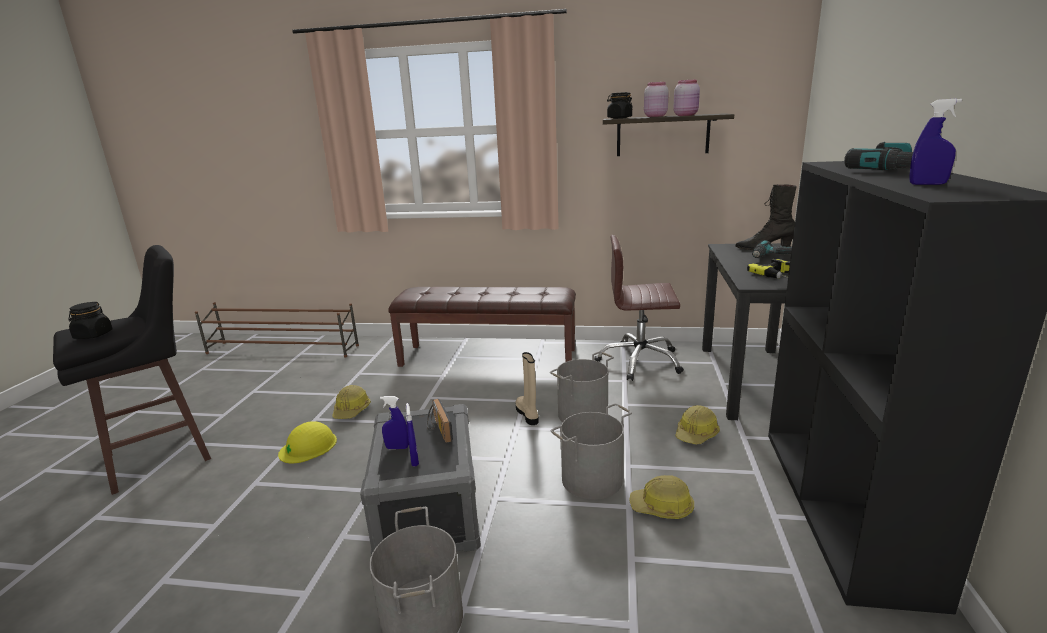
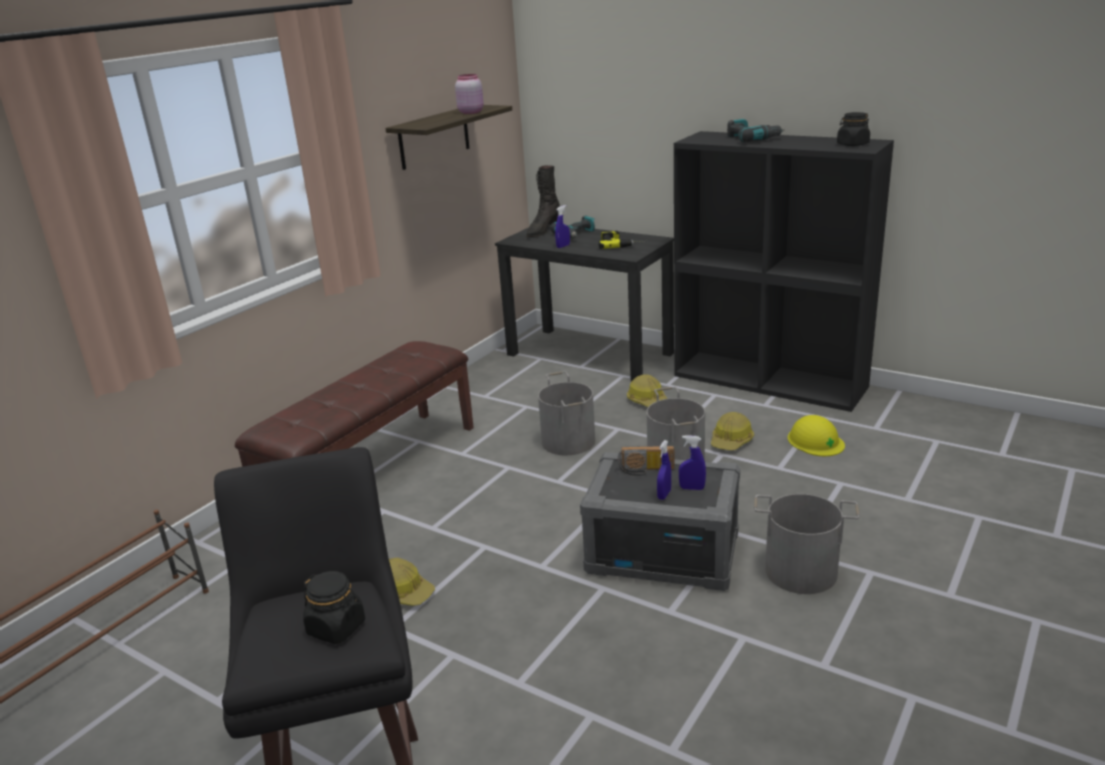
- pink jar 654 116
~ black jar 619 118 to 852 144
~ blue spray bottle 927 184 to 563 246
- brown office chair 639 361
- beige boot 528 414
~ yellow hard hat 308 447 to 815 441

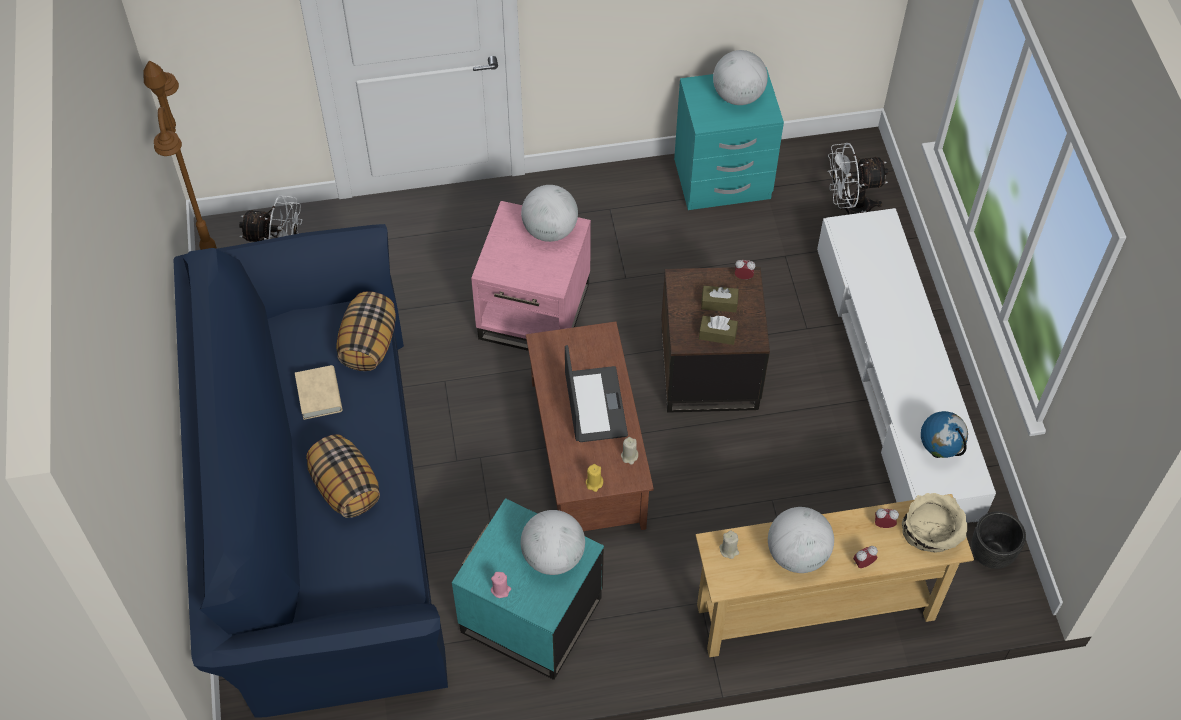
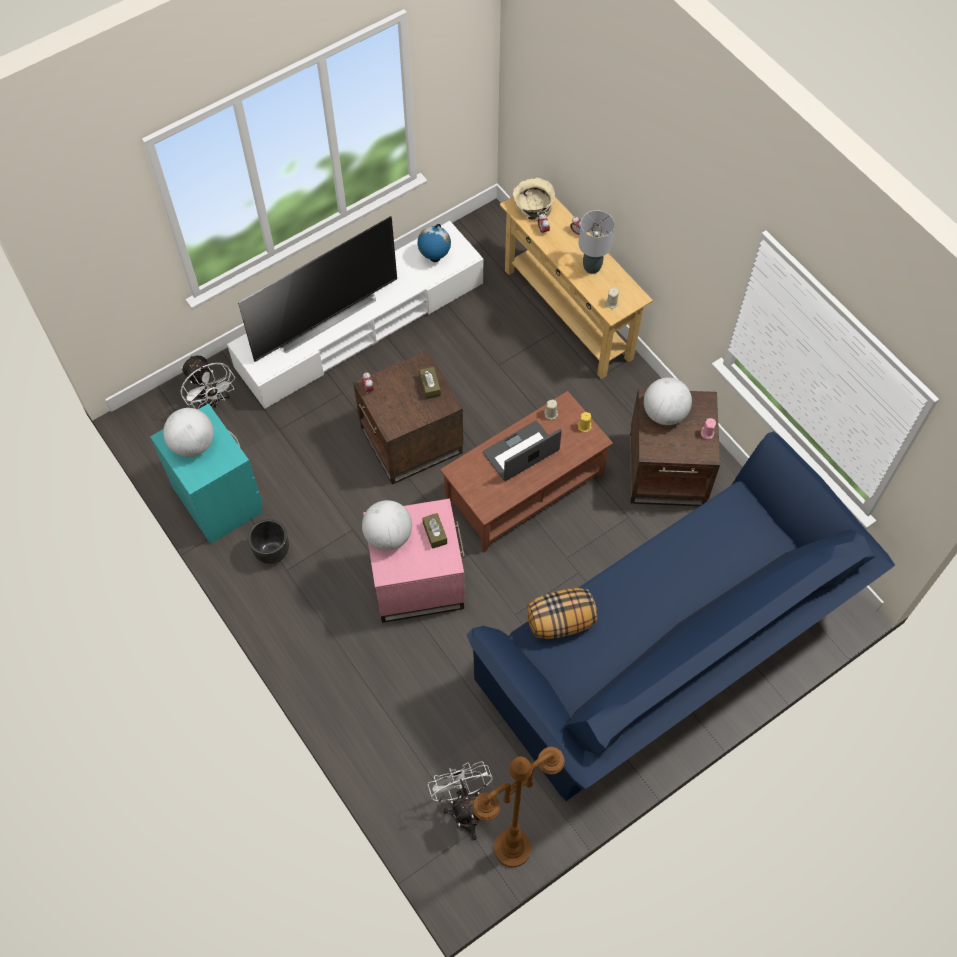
~ brown tissue box 719 303 to 435 533
- beige book 319 395
- pillow 345 488
~ turquoise side table 530 616 to brown side table 667 470
~ globe 797 554 to grey table lamp 592 267
~ black planter 990 553 to 272 552
+ television 323 317

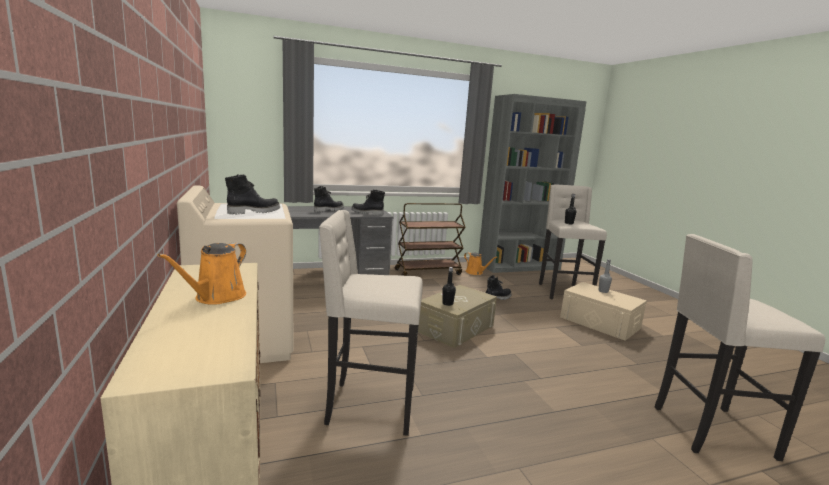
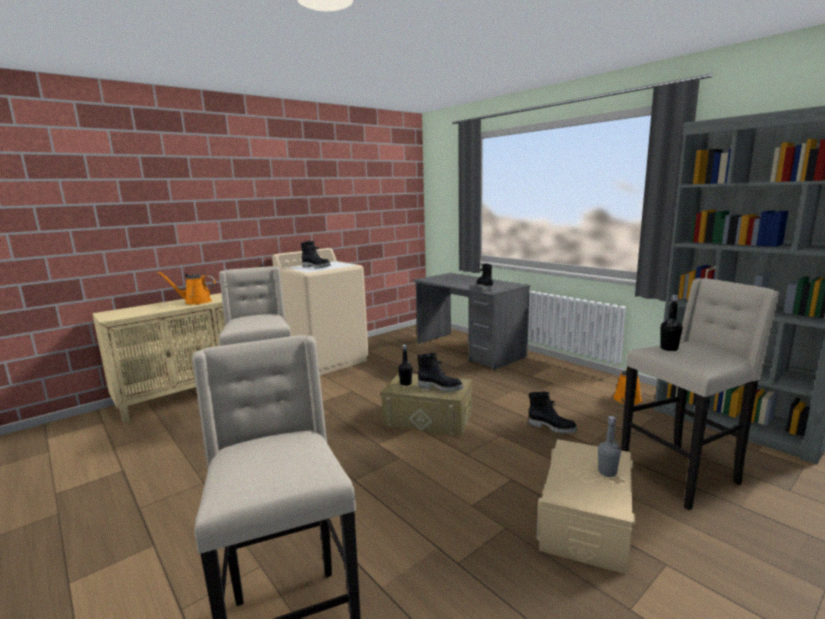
~ black boot 328 210 to 440 387
- brown cart 428 272

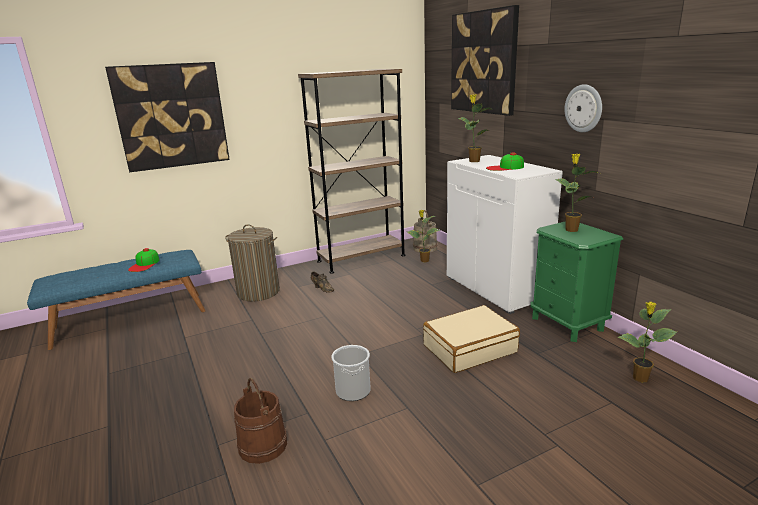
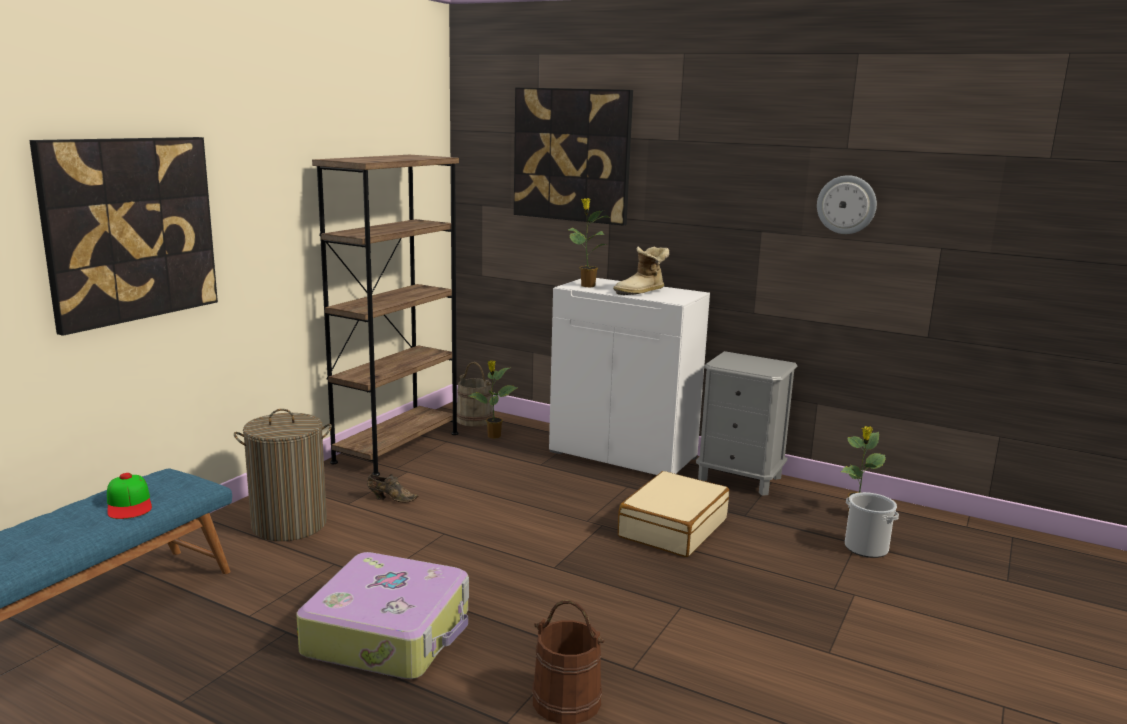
~ wall clock 583 108 to 846 204
~ cap 505 167 to boot 642 292
- potted plant 571 229
~ green nightstand 567 323 to grey nightstand 740 478
~ bucket 353 391 to 866 548
+ suitcase 390 633

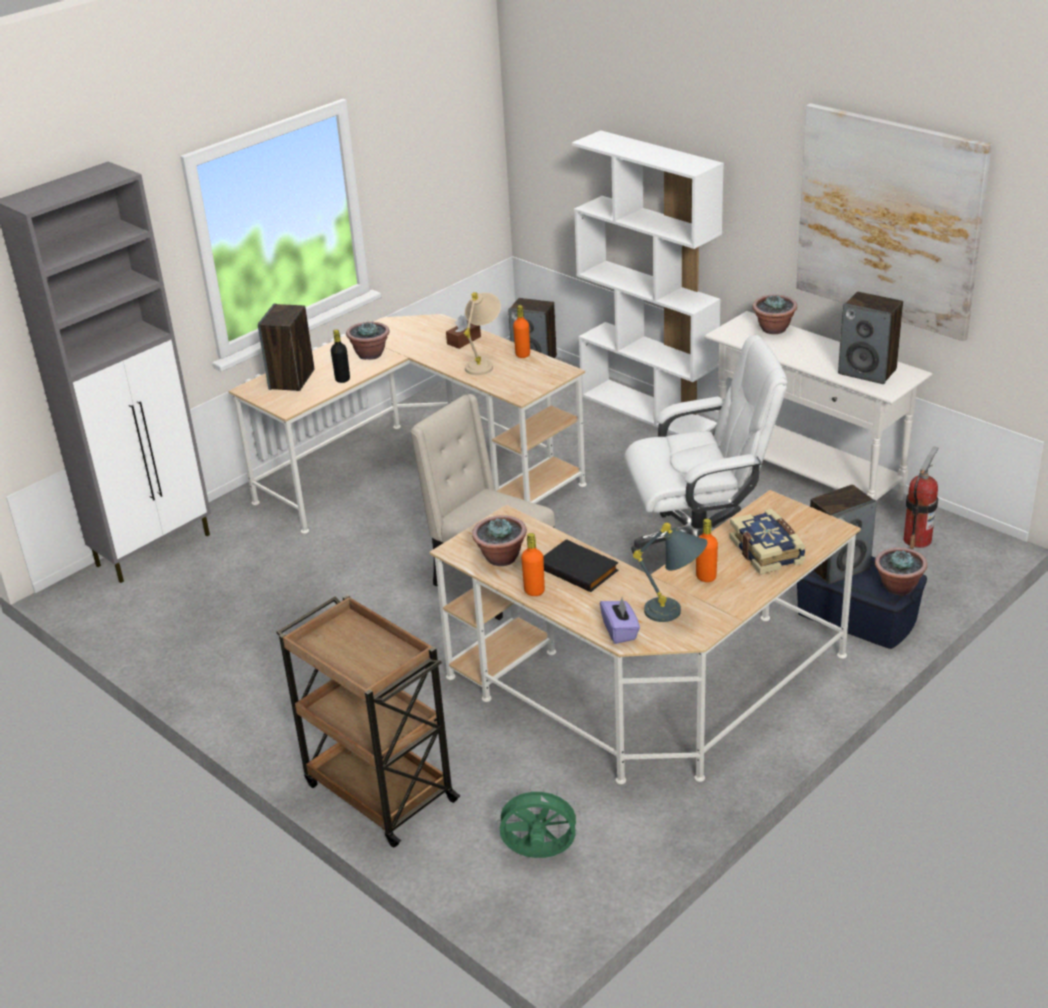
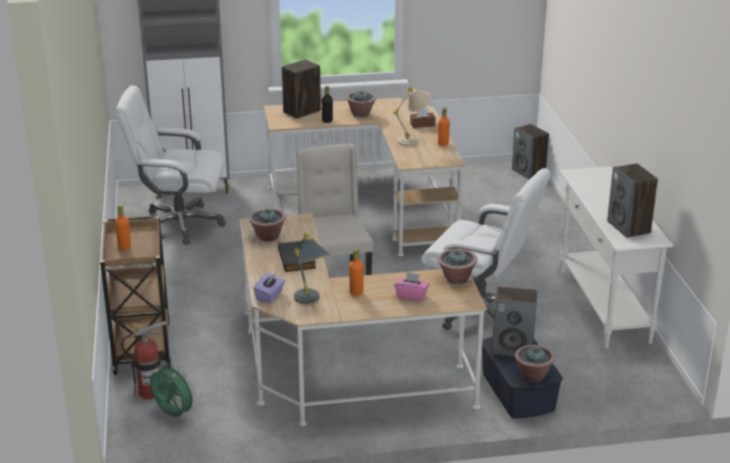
- picture 888 220
- white bookcase 649 410
~ potted plant 773 329 to 456 279
~ fire extinguisher 917 539 to 150 392
~ book 768 551 to pink tissue box 411 295
~ orange bottle 534 591 to 124 247
+ white office chair 179 224

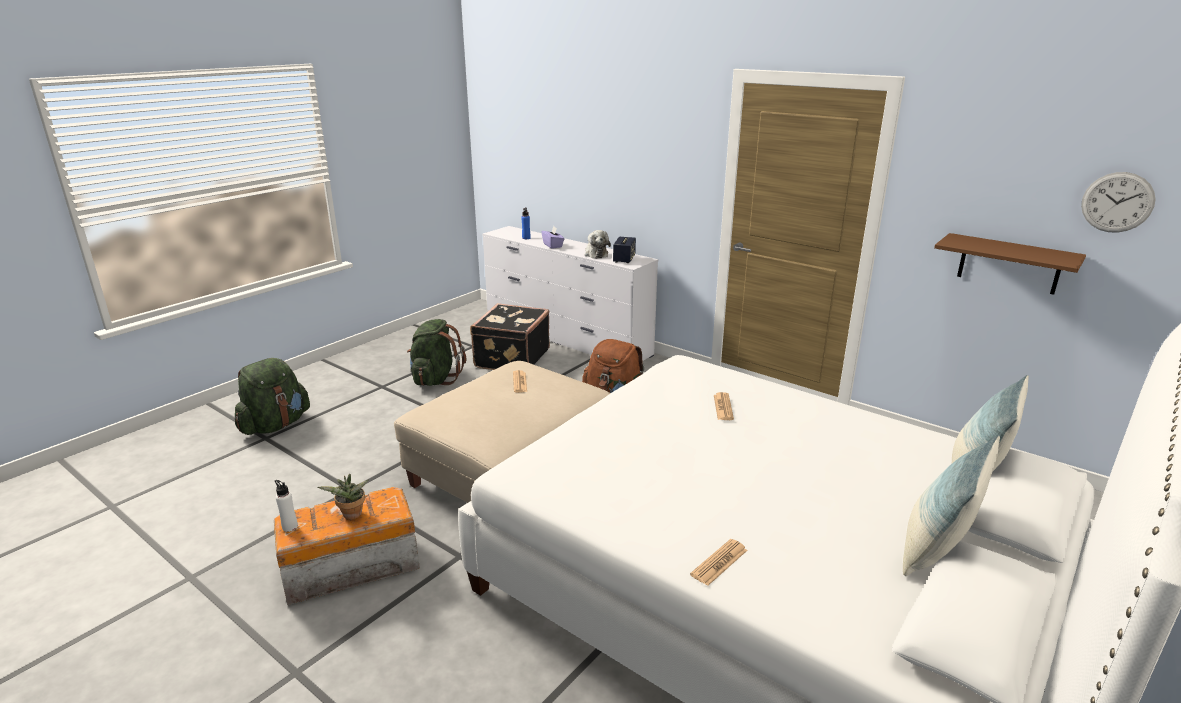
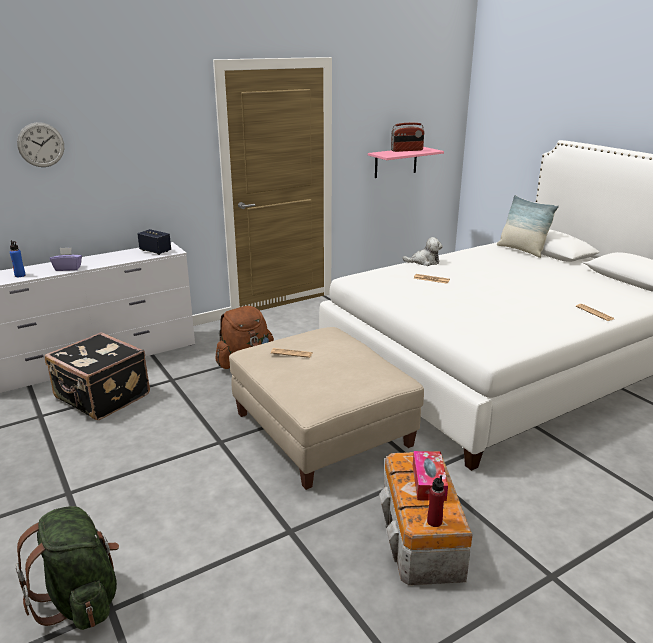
~ wall clock 1117 202 to 41 145
~ plush toy 595 254 to 424 262
~ brown shelf 1009 264 to pink shelf 395 162
- green backpack 435 379
- pillow 935 550
~ potted plant 351 516 to tissue box 428 482
~ white bottle 290 527 to red bottle 434 521
+ radio 407 150

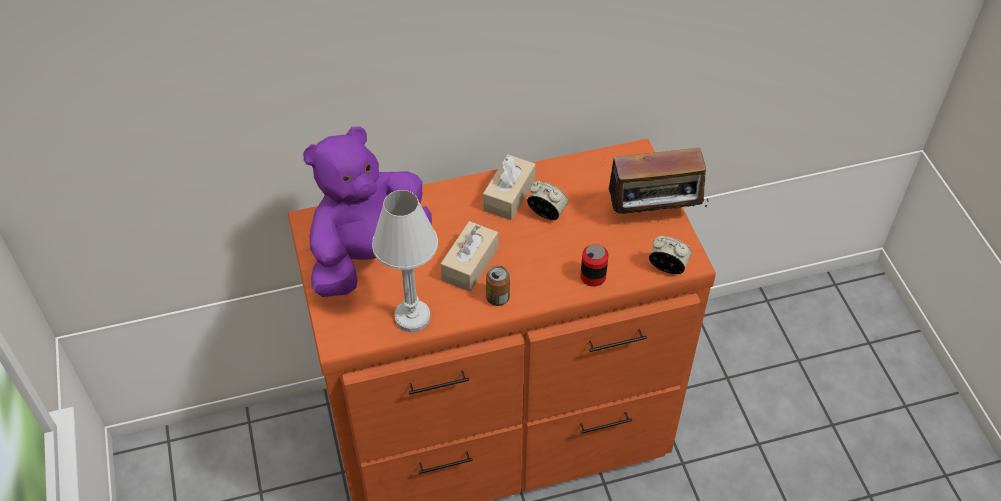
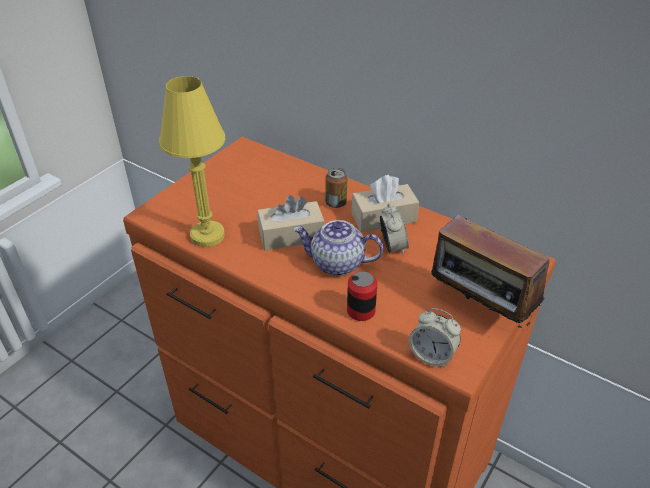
- purple plush toy 368 256
~ white table lamp 412 317 to yellow table lamp 207 235
~ alarm clock 667 267 = 432 355 135 degrees clockwise
~ can 498 298 to 336 203
+ teapot 337 264

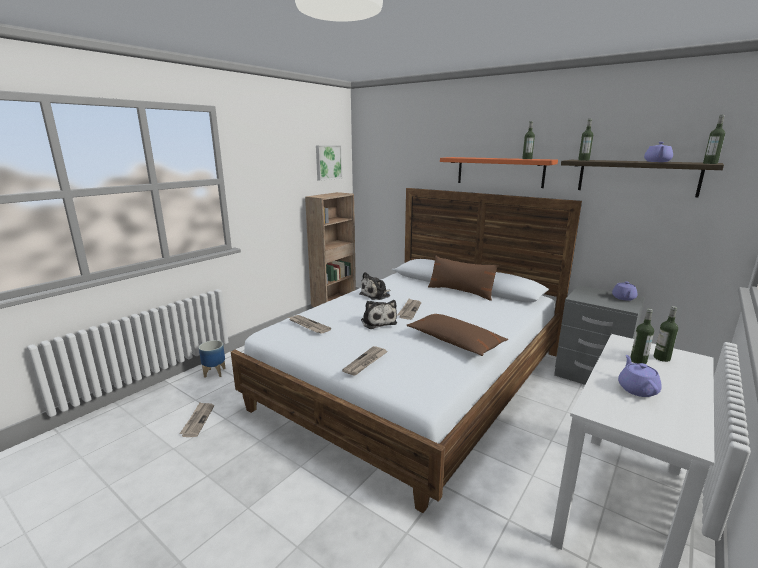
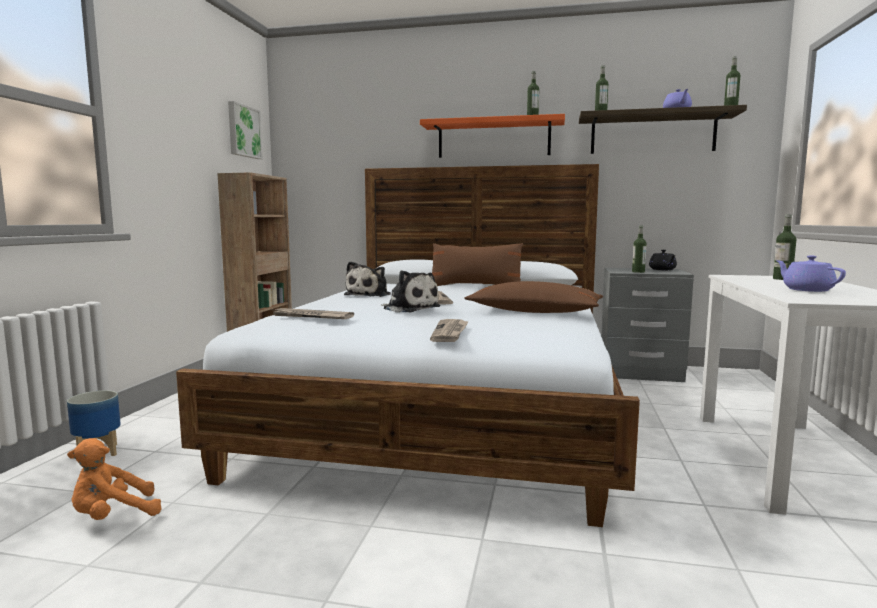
~ purple teapot 623 298 to black teapot 662 270
~ bottle 638 361 to 638 272
~ newspaper 197 420 to orange plush toy 113 516

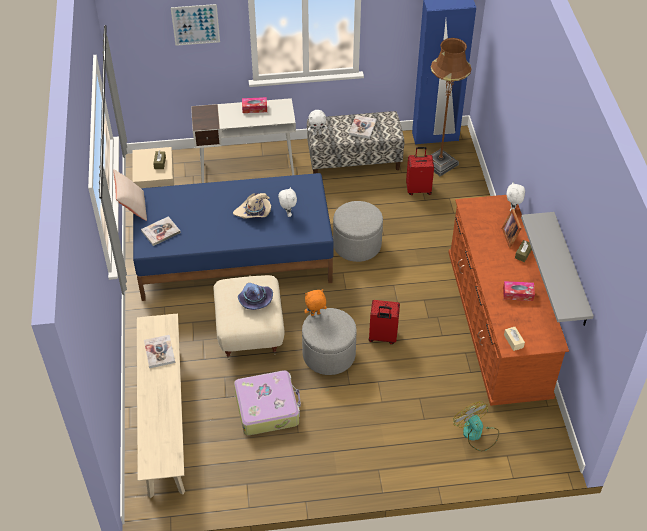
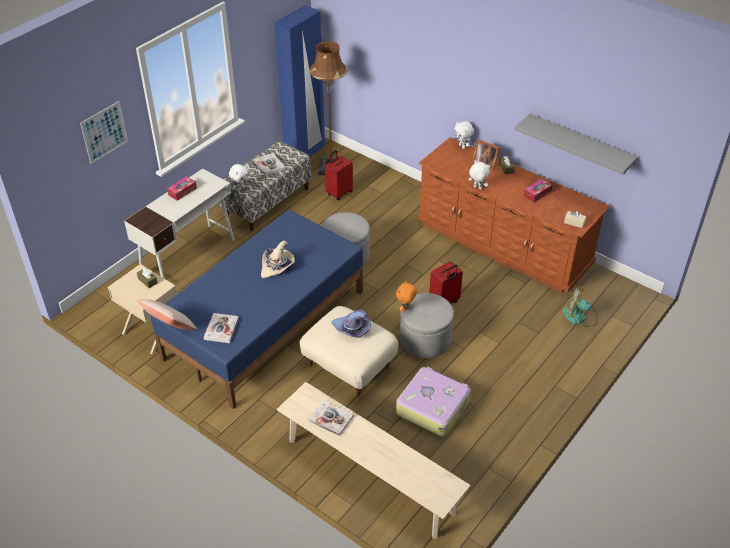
~ white plush toy 287 213 to 477 188

